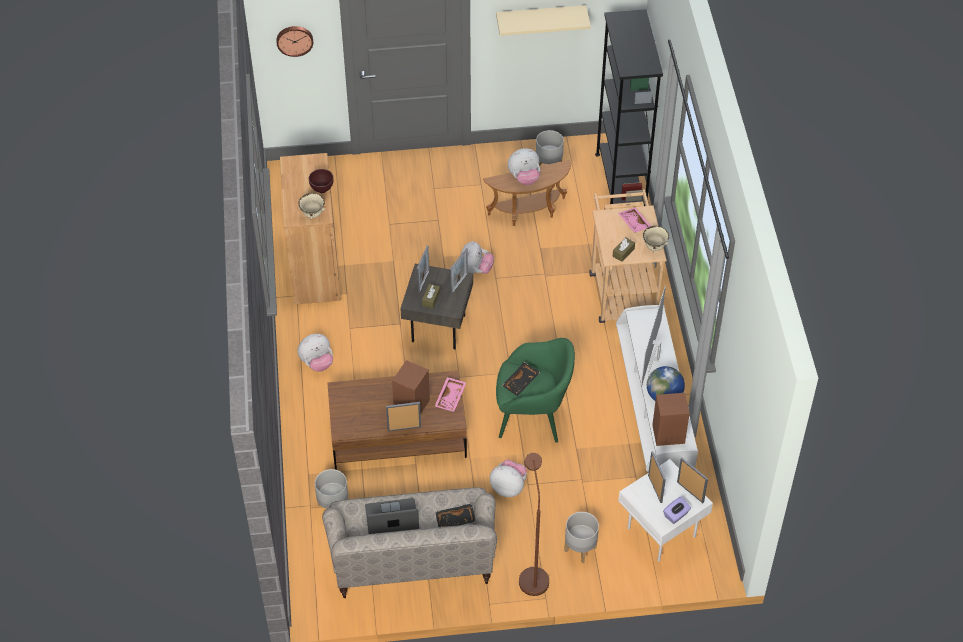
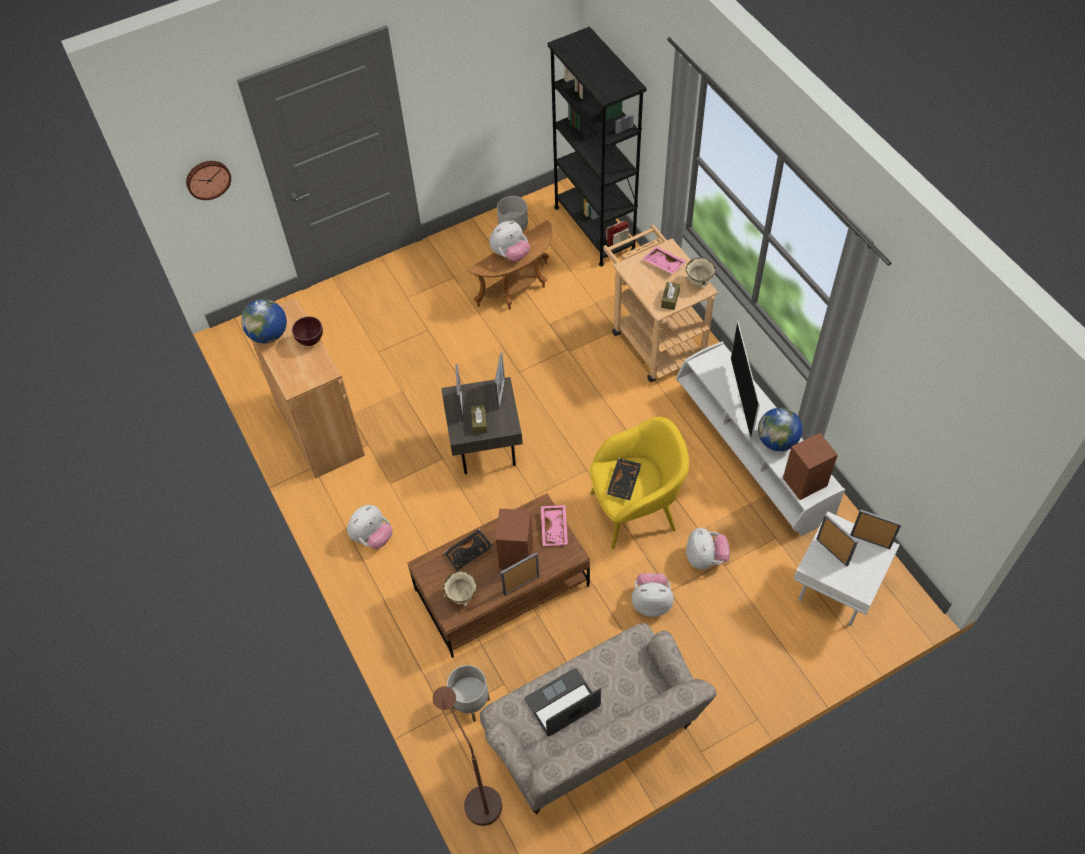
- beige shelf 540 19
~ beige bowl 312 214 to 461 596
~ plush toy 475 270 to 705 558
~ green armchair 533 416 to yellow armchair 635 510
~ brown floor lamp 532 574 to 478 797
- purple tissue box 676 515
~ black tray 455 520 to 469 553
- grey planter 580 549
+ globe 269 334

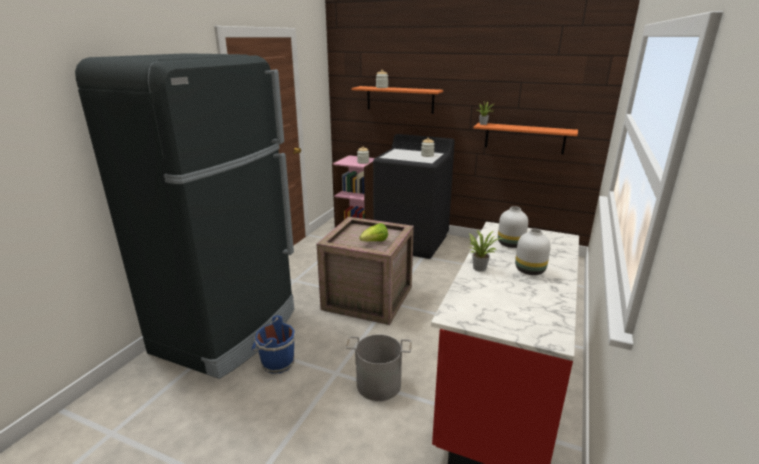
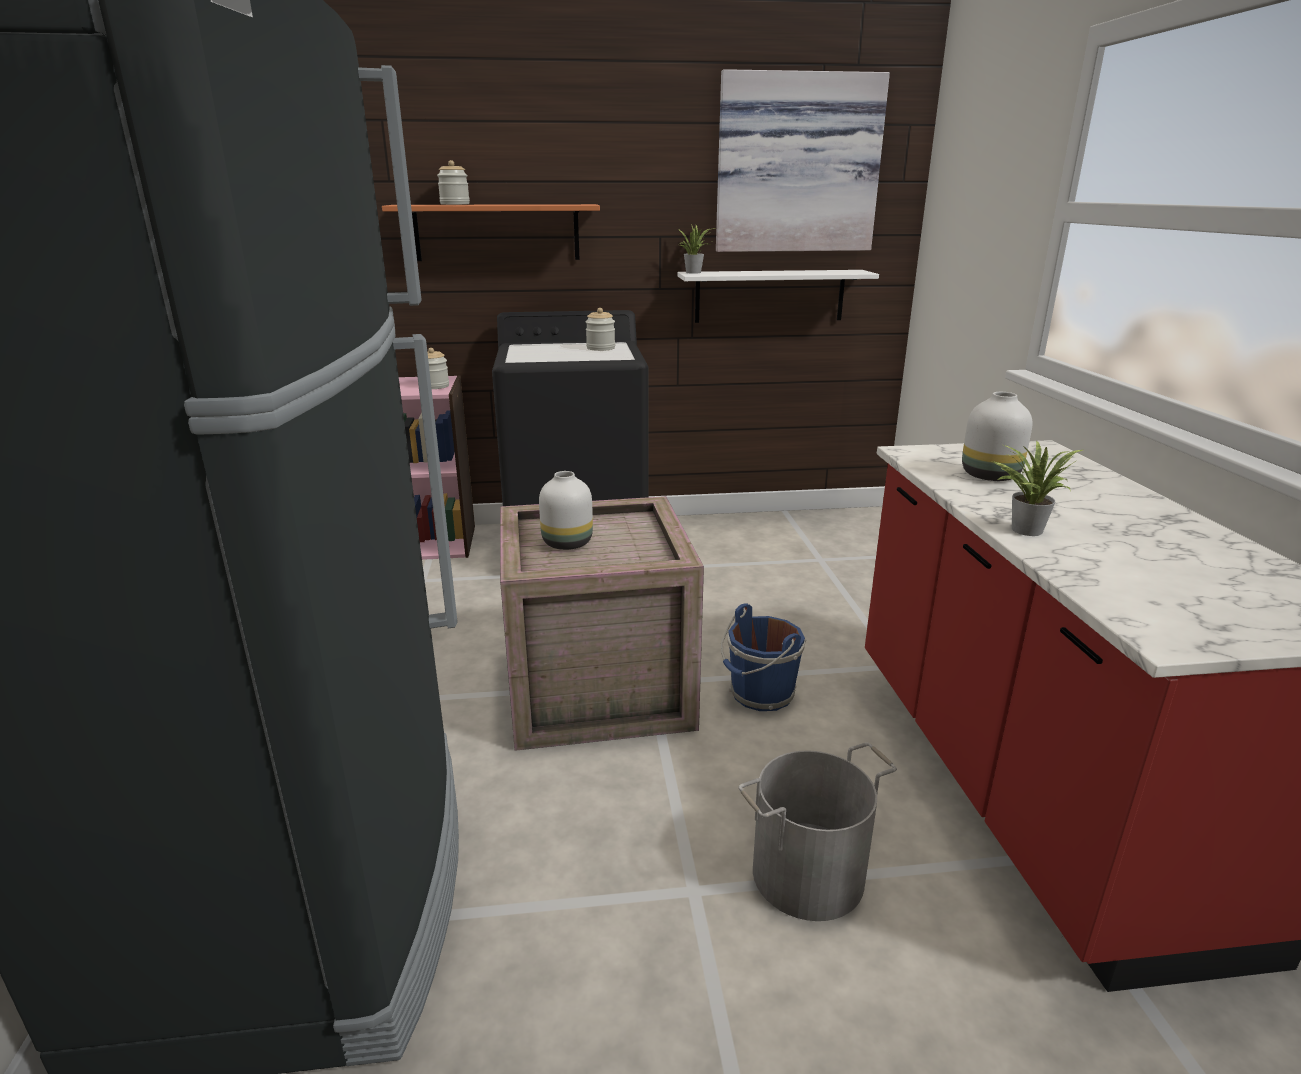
~ orange shelf 524 138 to white shelf 769 296
- lettuce 374 242
~ white vase 530 270 to 568 543
~ blue bucket 276 363 to 760 694
+ picture 796 165

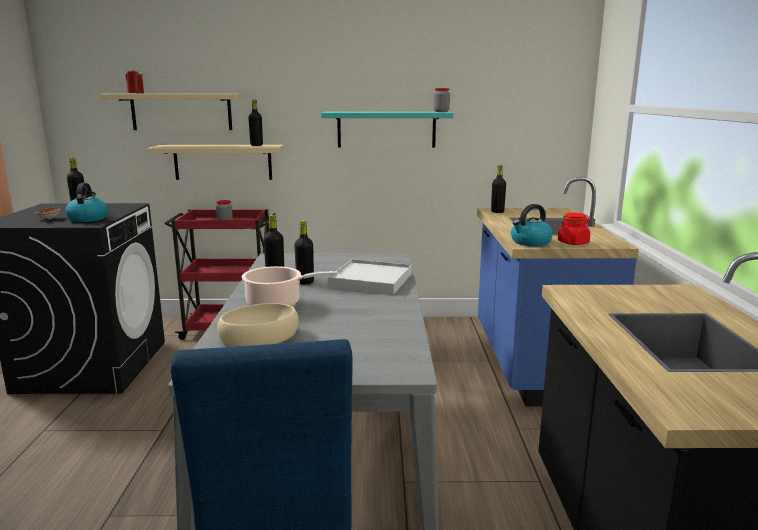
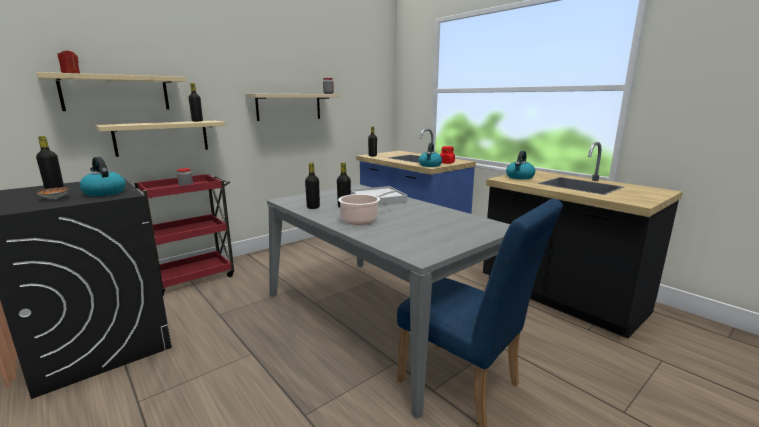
~ turquoise shelf 386 129 to beige shelf 289 107
- beige bowl 259 336
+ kettle 519 177

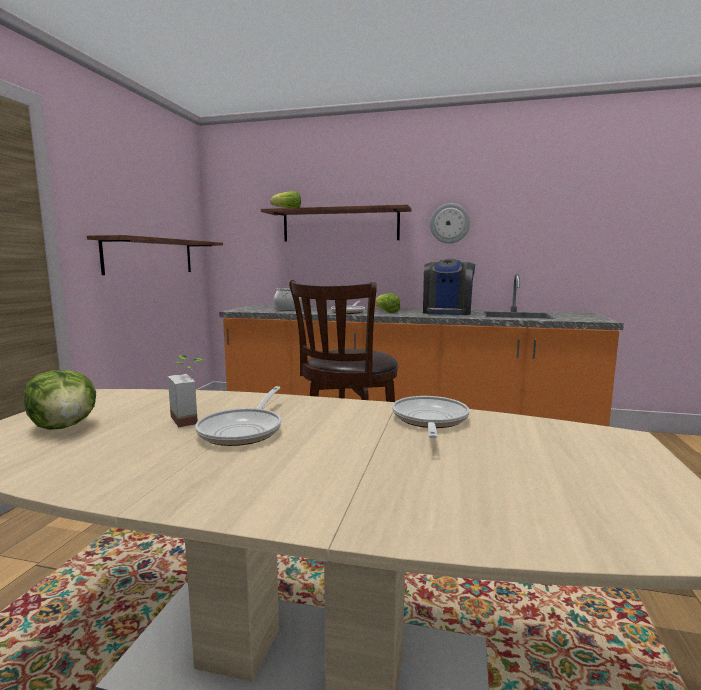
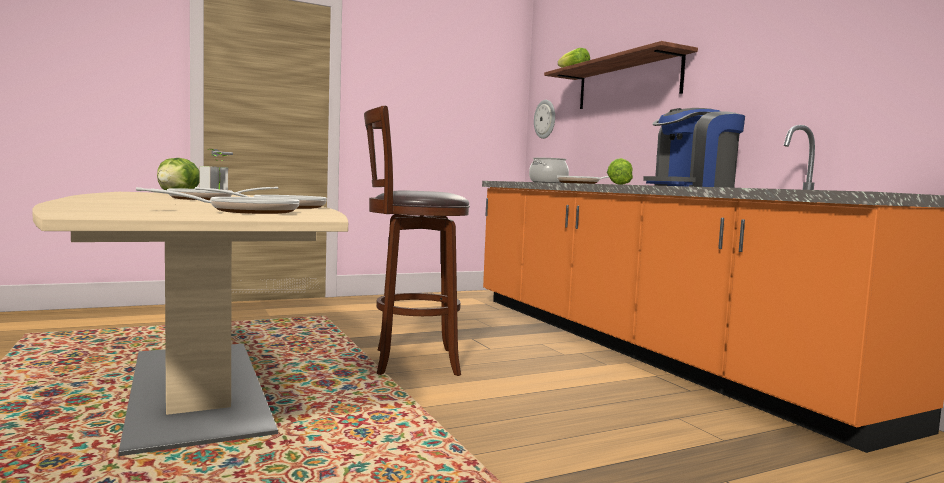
~ wall clock 450 223 to 545 119
- shelf 150 256
+ frying pan 246 211

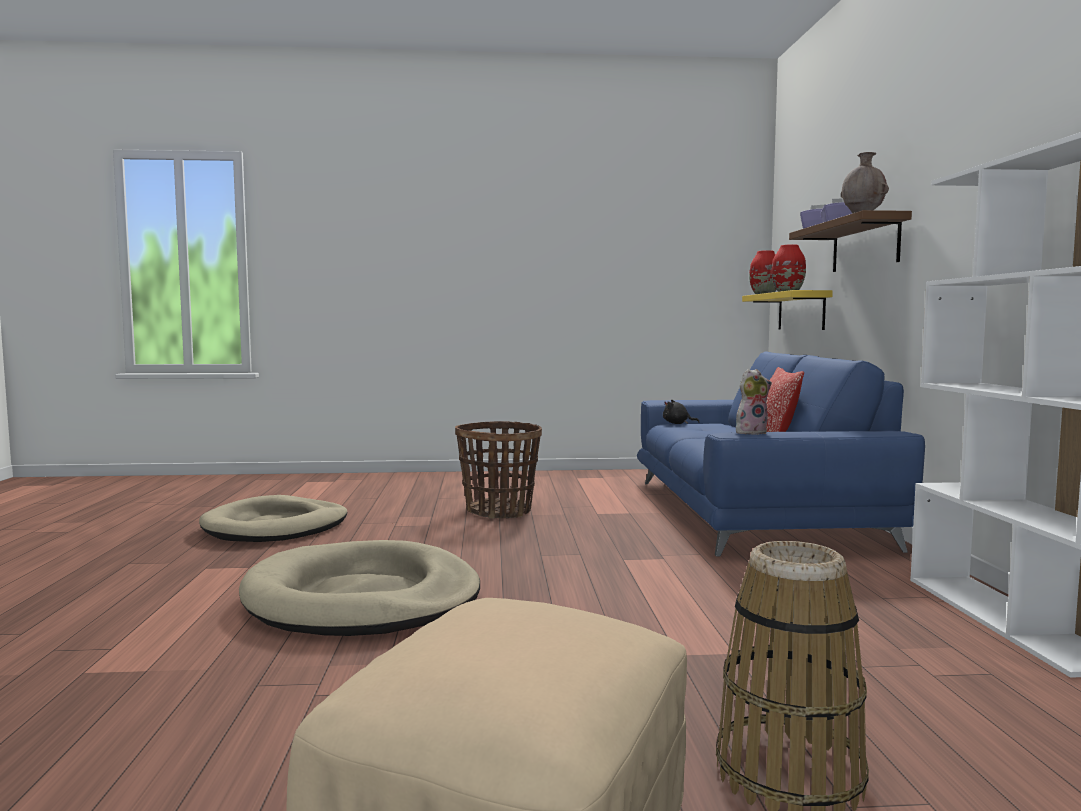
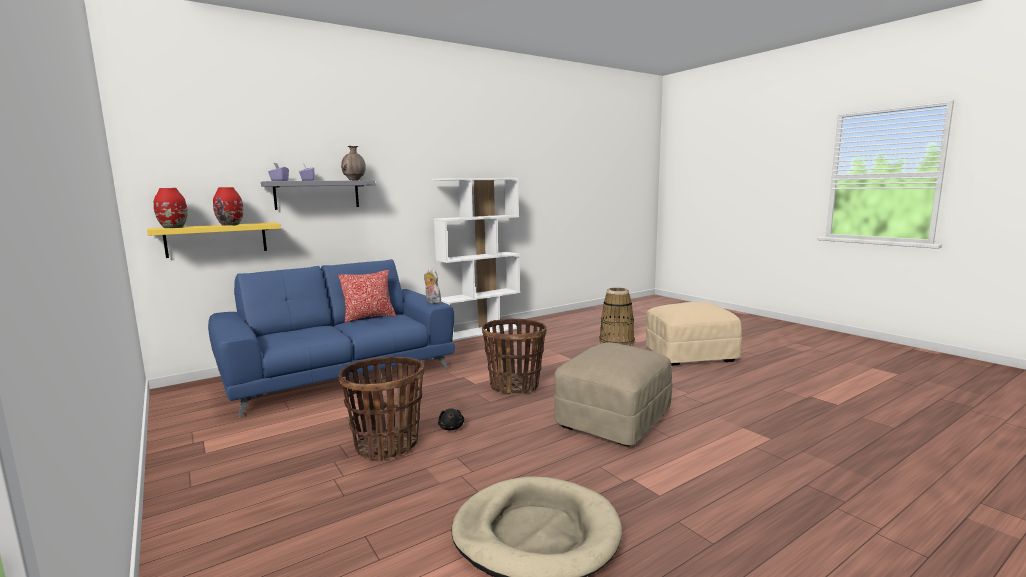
~ brown shelf 865 245 to grey shelf 317 194
~ black plush toy 677 424 to 451 428
~ beige dog bed 362 599 to beige ottoman 613 419
+ basket 515 386

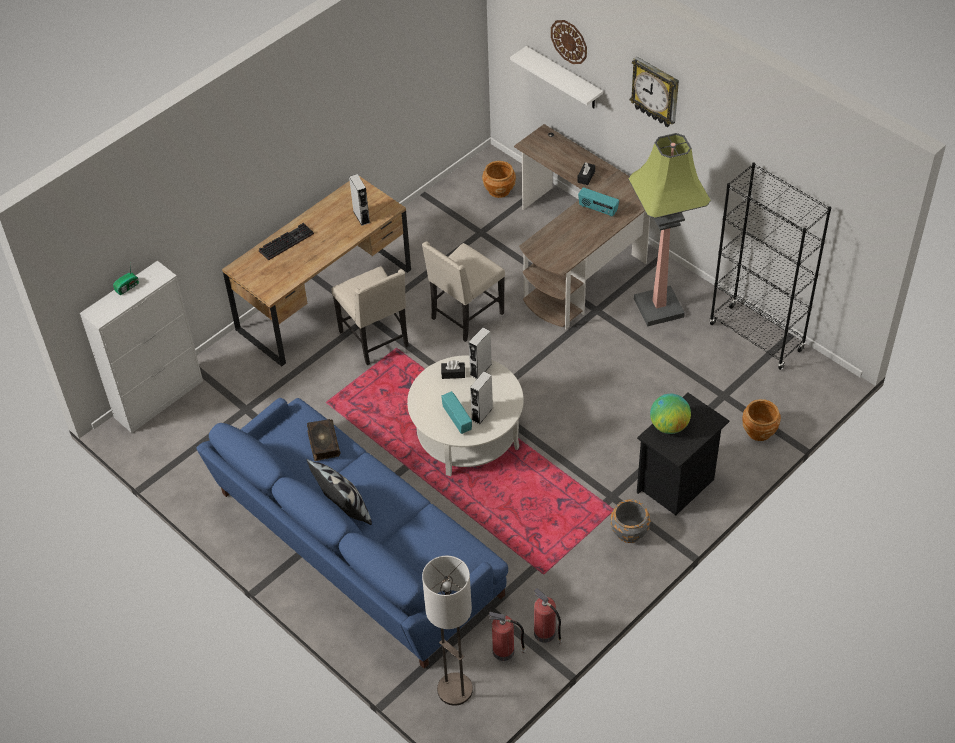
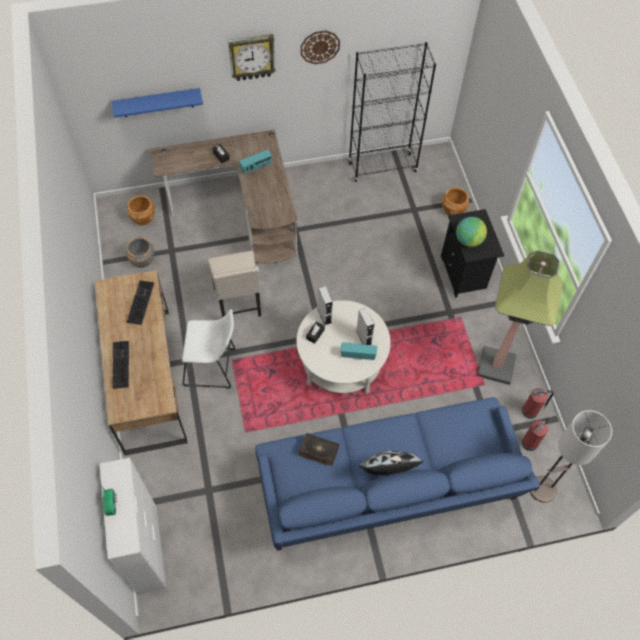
~ wall clock 569 41 to 320 47
~ white shelf 564 78 to blue shelf 157 102
~ floor lamp 659 308 to 497 366
~ grey speaker 361 217 to keyboard 140 302
~ beige chair 376 339 to white stool 213 368
~ grey planter 629 532 to 142 260

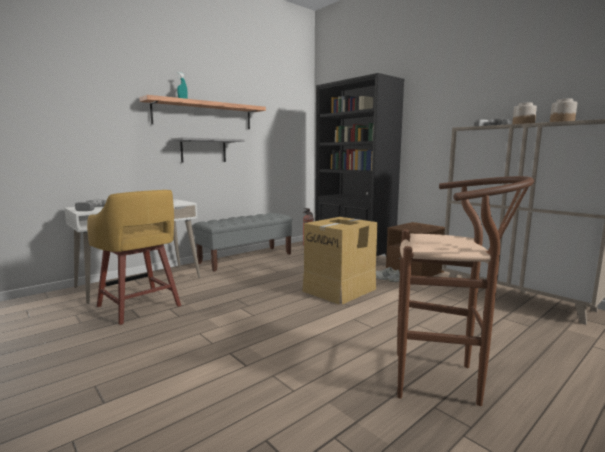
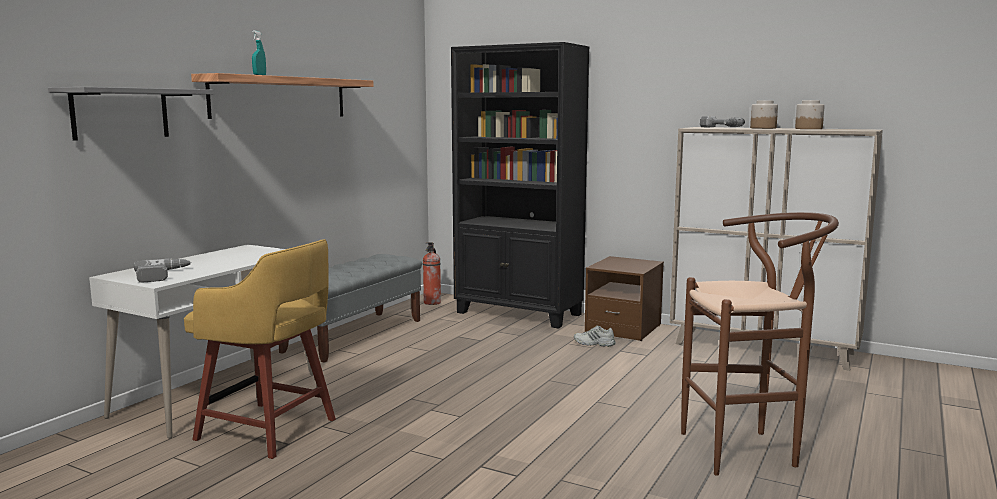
~ grey shelf 203 150 to 120 113
- cardboard box 340 290

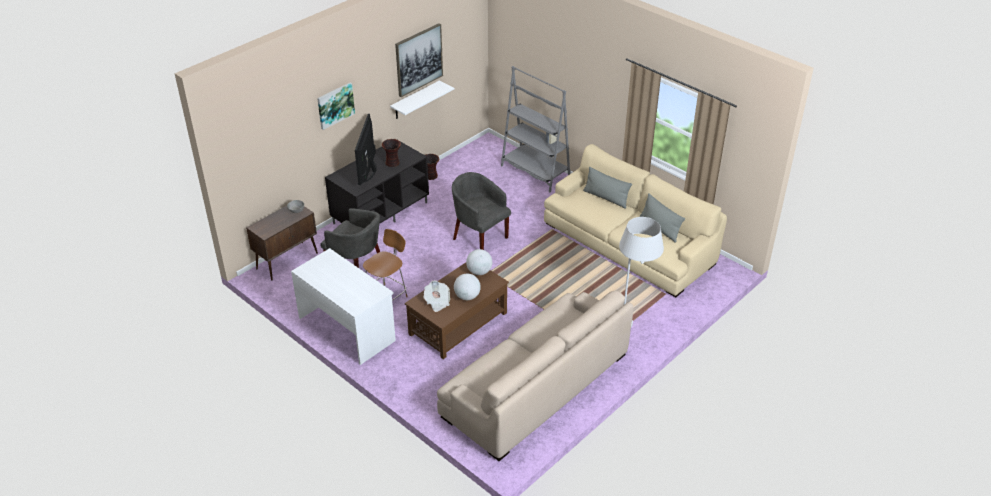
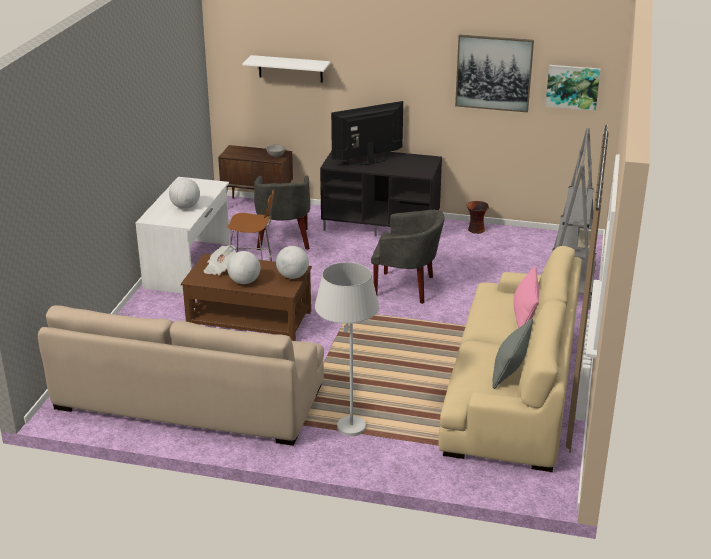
~ white shelf 415 100 to 290 68
~ picture 335 105 to 572 87
- vase 393 163
~ grey pillow 606 198 to pink pillow 525 314
~ grey armchair 479 236 = 407 287 90 degrees clockwise
+ globe 185 207

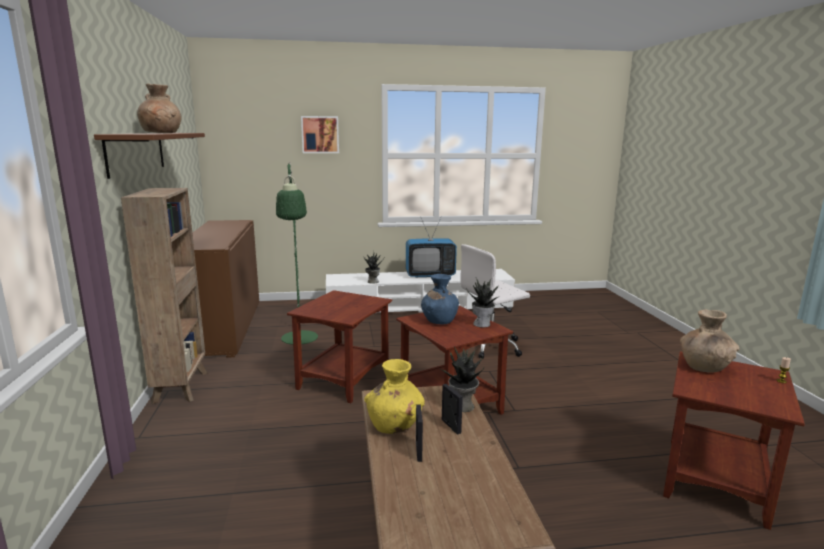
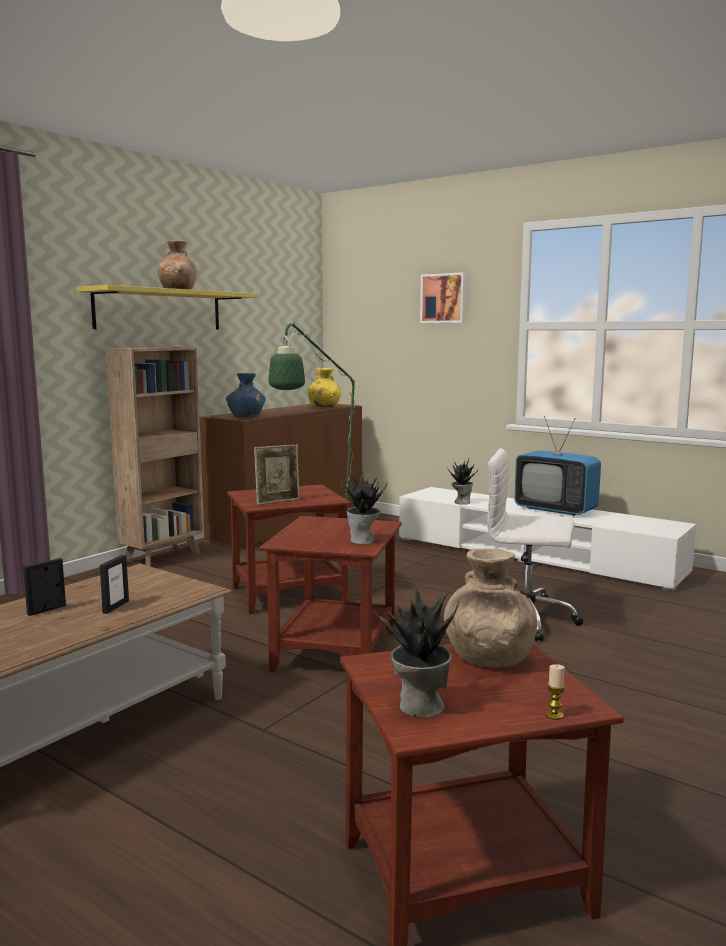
~ brown shelf 136 152 to yellow shelf 159 310
~ blue vase 439 320 to 246 417
~ potted plant 462 406 to 419 706
~ yellow vase 395 425 to 324 407
+ picture frame 278 501

